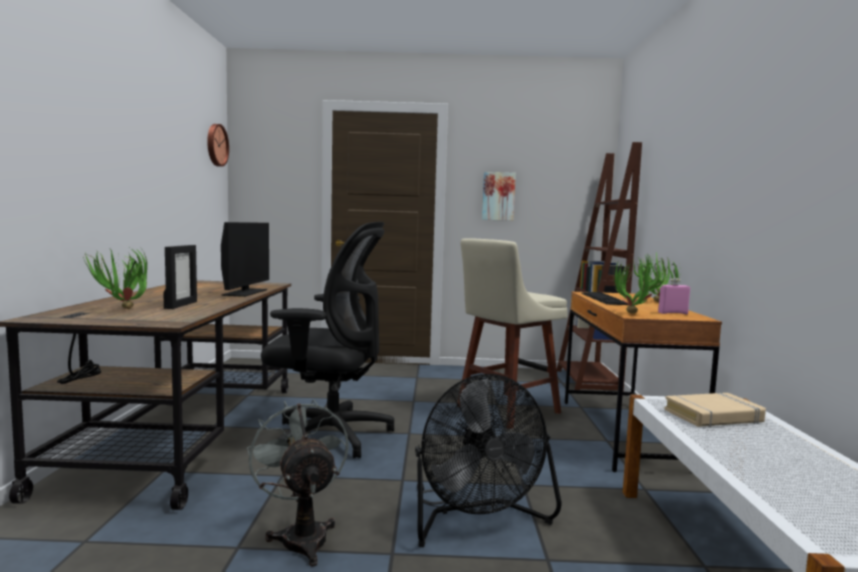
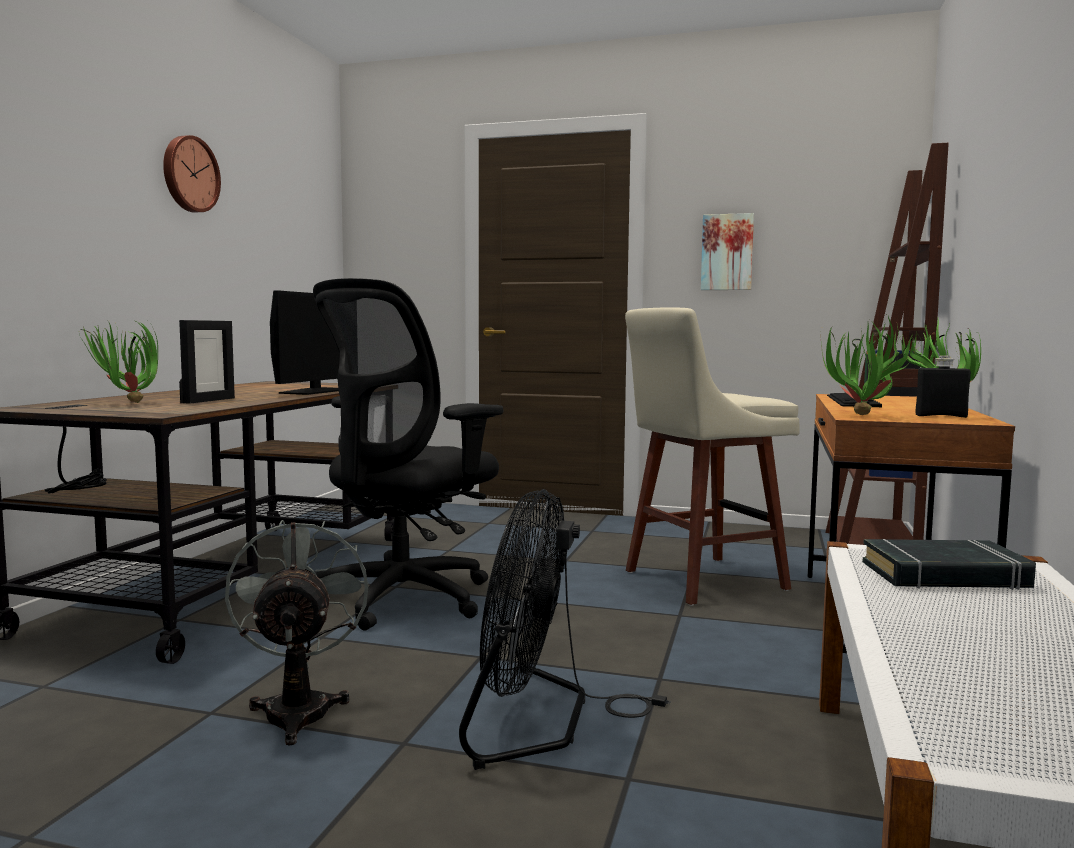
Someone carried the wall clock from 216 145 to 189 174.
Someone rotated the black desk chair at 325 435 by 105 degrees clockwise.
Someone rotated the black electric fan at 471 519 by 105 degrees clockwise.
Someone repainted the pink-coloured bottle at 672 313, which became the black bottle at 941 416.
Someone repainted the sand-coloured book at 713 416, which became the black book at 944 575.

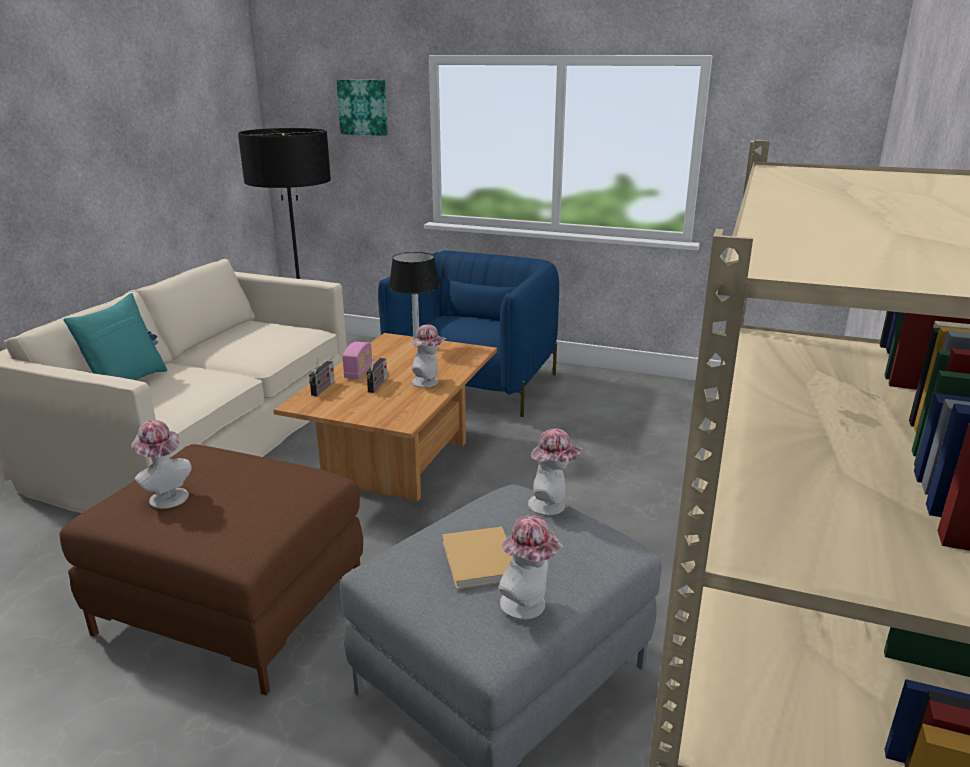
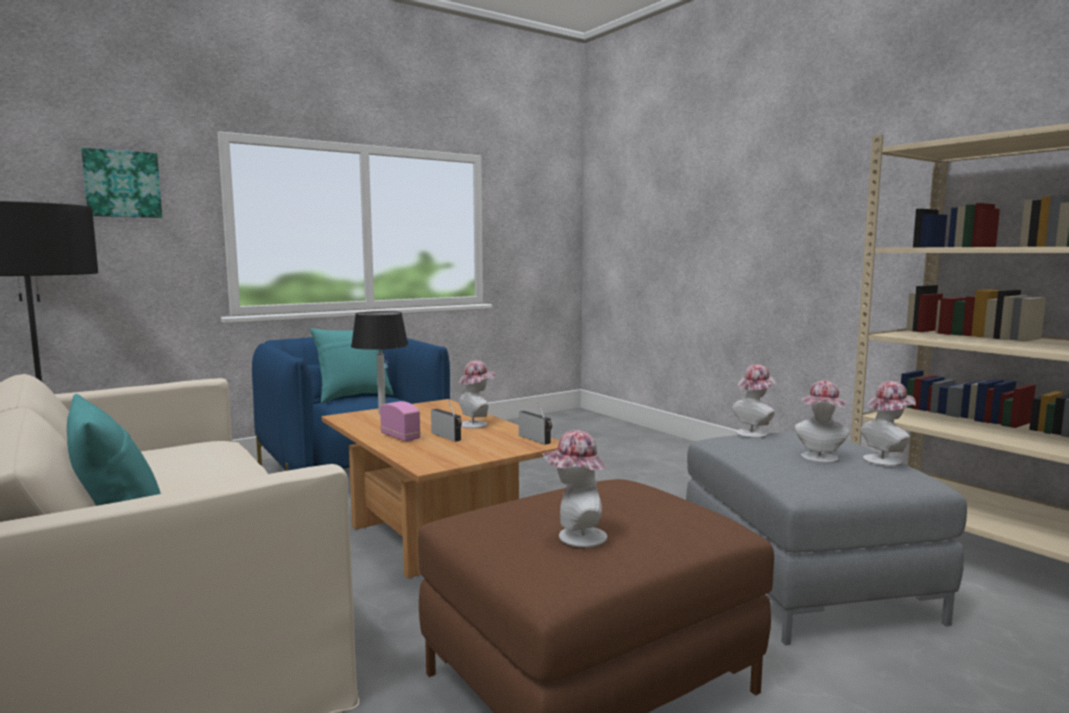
Someone carried the radio receiver from 322 389 to 536 439.
Someone swapped the sand-coloured book at 480 561 for the hat at 820 459.
Someone put down the turquoise-coloured cushion at 354 397.

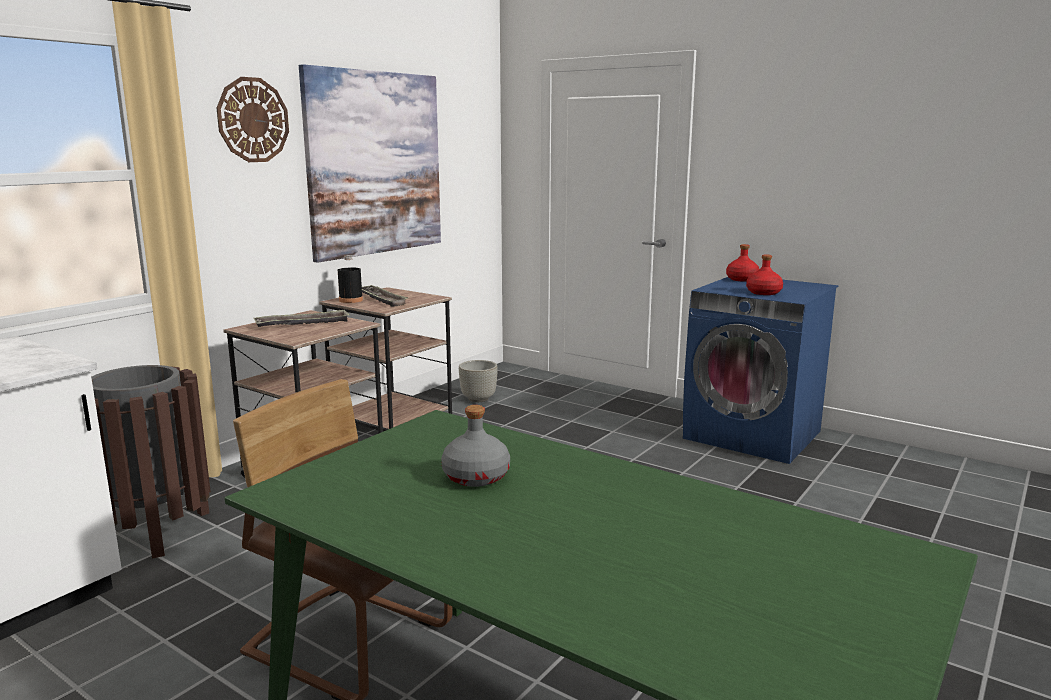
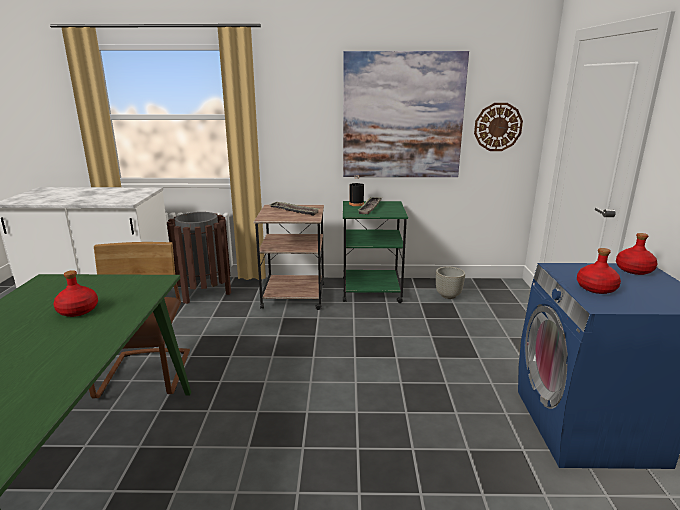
Someone carried the wall clock from 253 120 to 498 127.
Someone repainted the brown-coloured cart at 393 425, which became the greenish cart at 372 290.
Someone repainted the gray bottle at 477 477, which became the red-coloured bottle at 78 311.

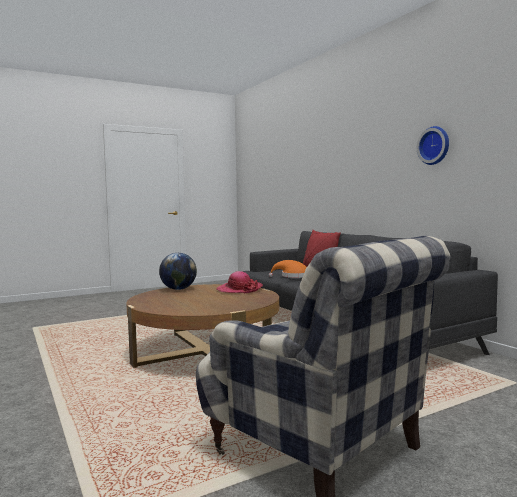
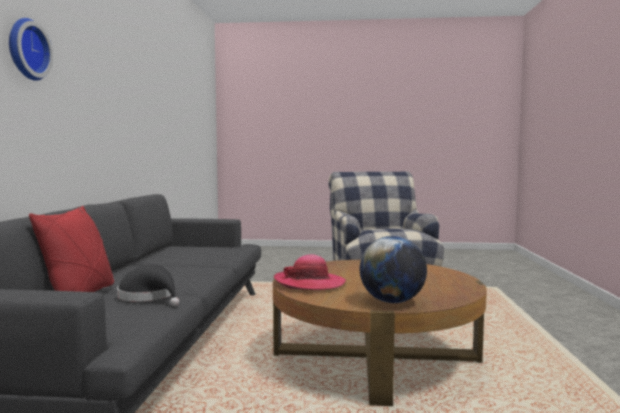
Someone repainted the orange hat at 292 276, which became the black hat at 149 297.
Someone carried the wall clock from 435 145 to 26 49.

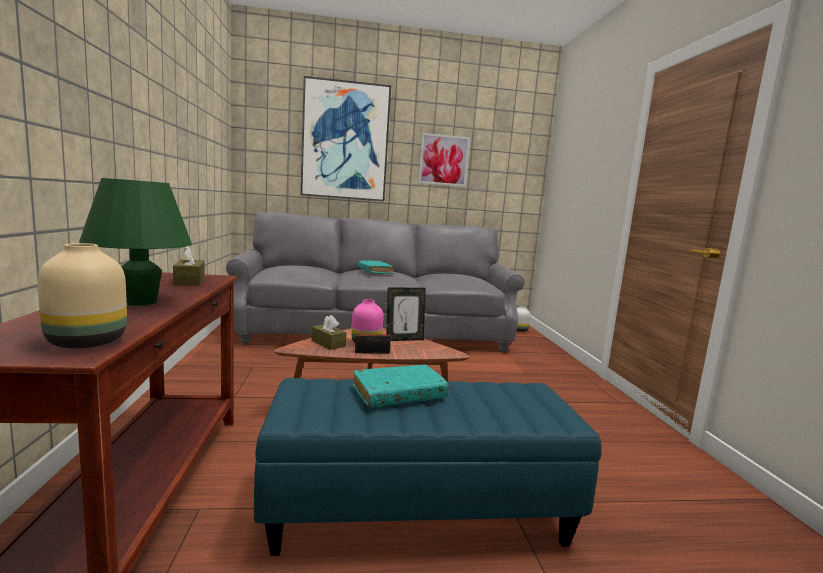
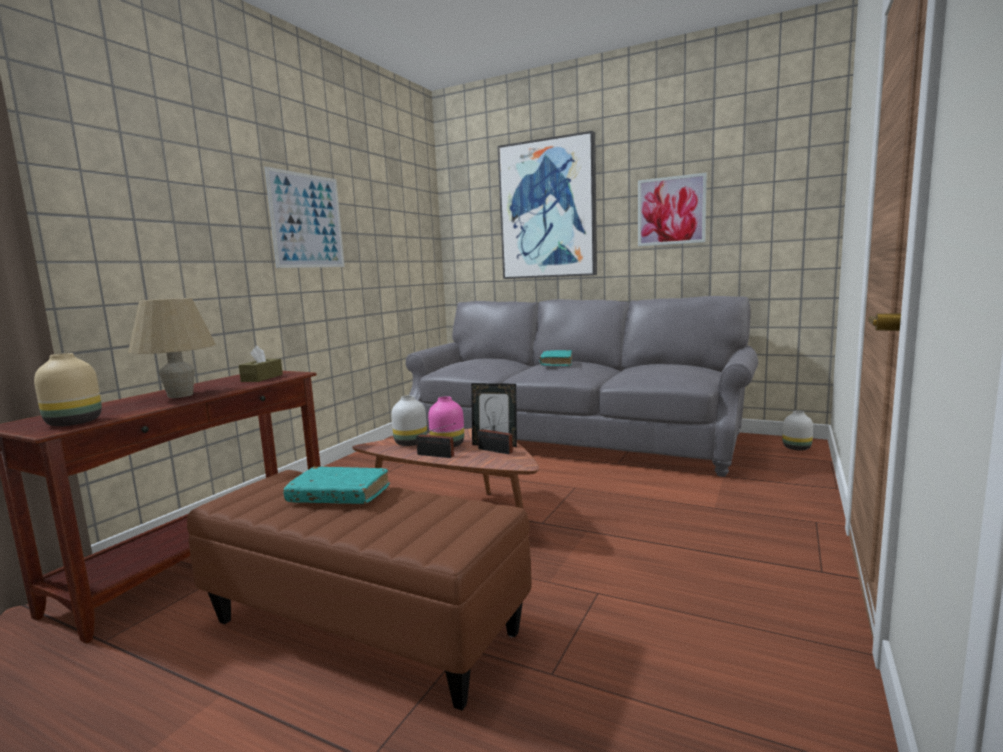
Someone repainted the greenish tabletop lamp at 140 302, which became the sand-coloured tabletop lamp at 180 395.
Someone repainted the blue footrest at 418 512, which became the brown-coloured footrest at 365 627.
Someone swapped the brown-coloured tissue box at 328 343 for the white decorative vase at 410 443.
Someone put up the picture at 307 221.
Someone put down the radio receiver at 497 451.

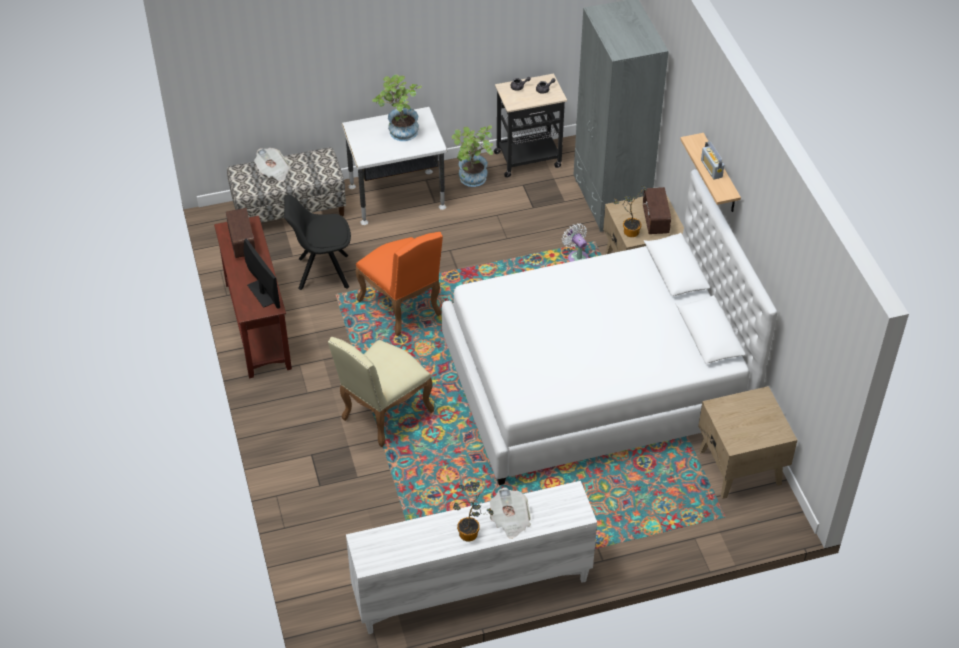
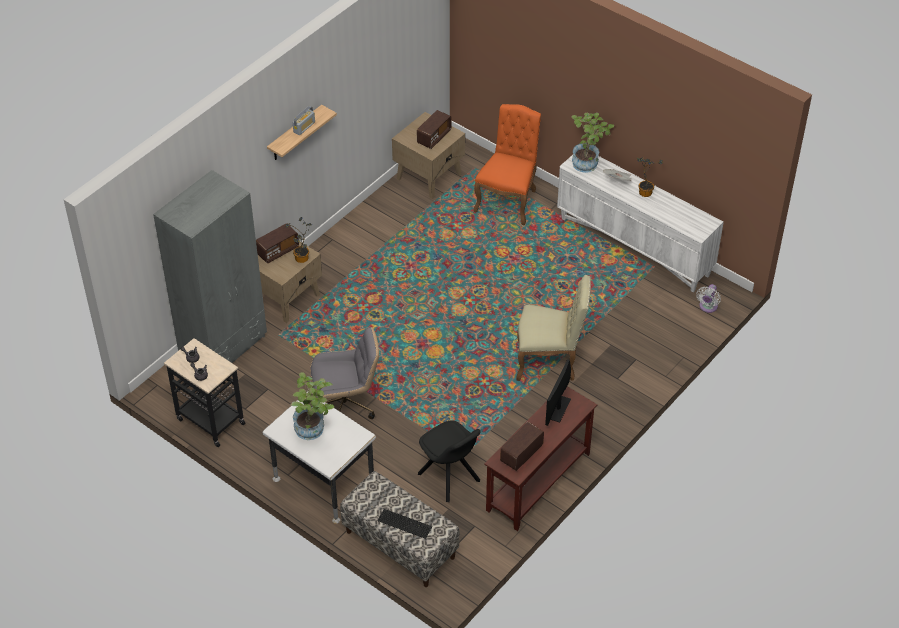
Someone swapped the printed paper at 273 171 for the computer keyboard at 404 522.
Someone carried the orange plain chair from 403 307 to 508 201.
Someone took away the white bedroom bed at 595 382.
Someone carried the houseplant from 472 180 to 588 162.
Someone carried the white electric fan from 576 256 to 707 307.
Someone put down the gray desk chair at 347 408.
Someone put down the radio receiver at 434 137.

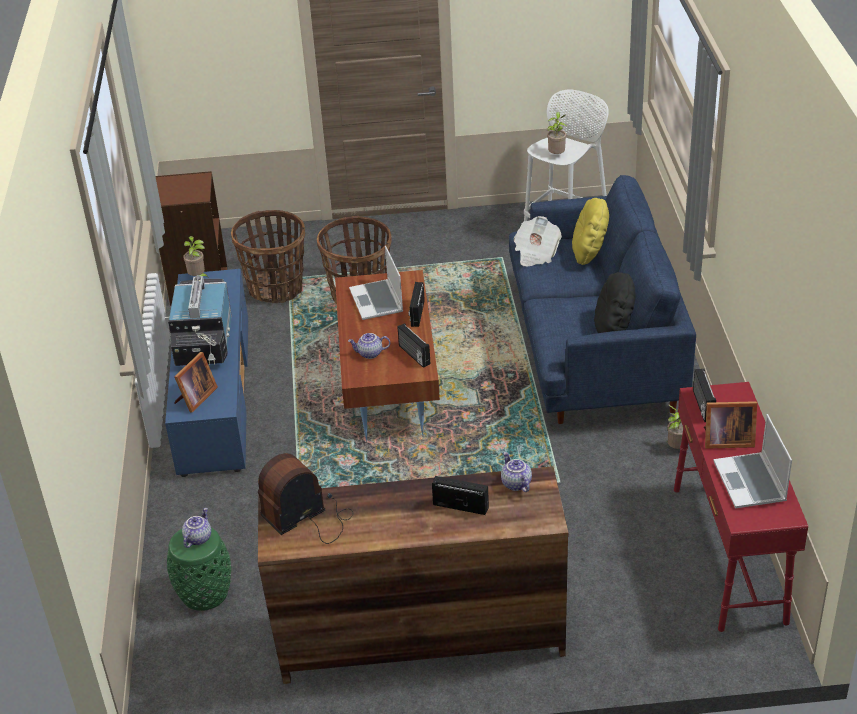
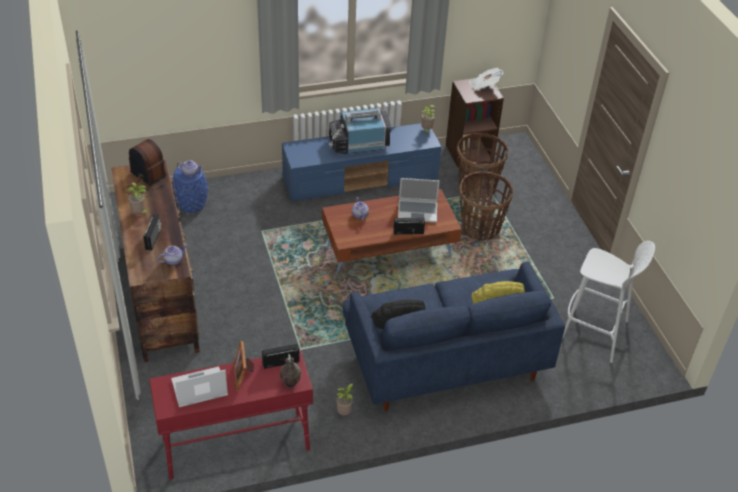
Someone repainted the greenish stool at 204 593, which became the blue stool at 191 204.
Someone took away the photo frame at 195 398.
Someone rotated the notebook computer at 377 301 by 150 degrees counterclockwise.
Someone took away the radio receiver at 413 355.
Someone carried the printed paper from 536 253 to 484 86.
Someone carried the houseplant from 557 155 to 139 213.
Someone put down the decorative vase at 290 384.

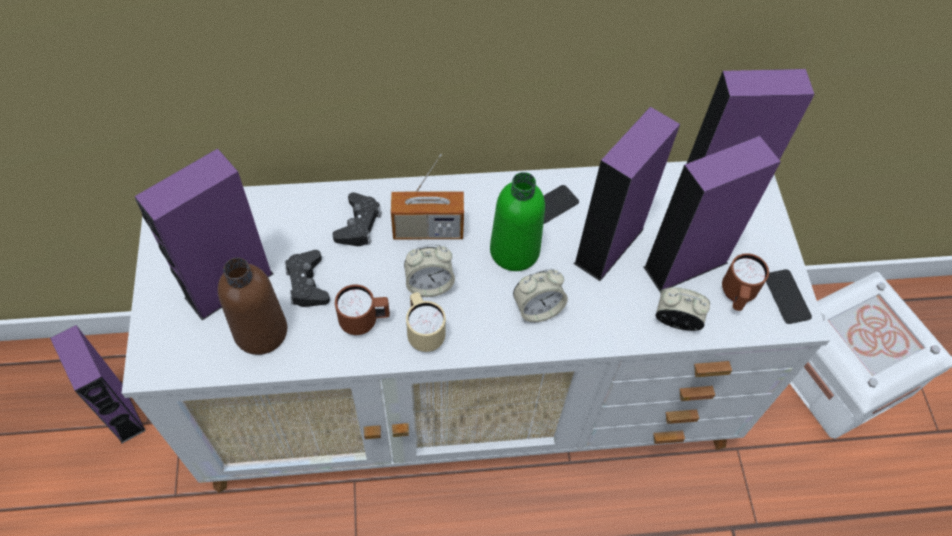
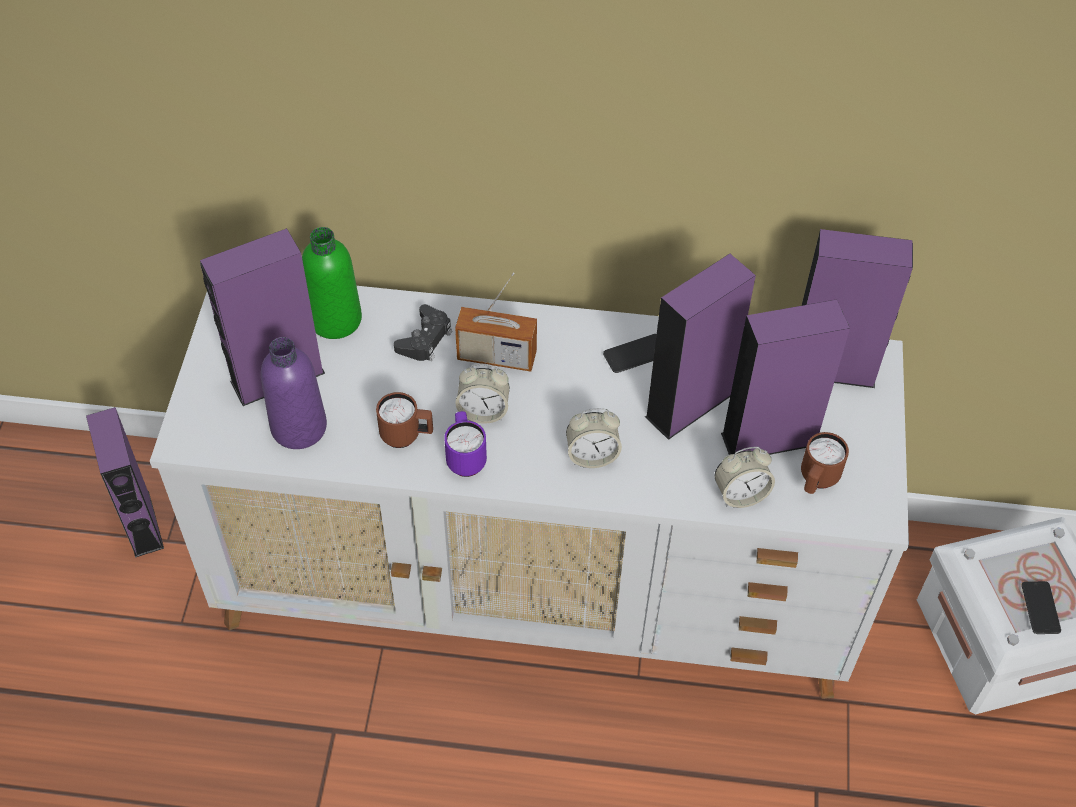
Someone repainted the brown-coloured bottle at 261 331, which became the purplish bottle at 299 427.
Someone took away the black game controller at 307 283.
Someone repainted the sand-coloured mug at 424 332, which became the purplish mug at 465 458.
Someone carried the greenish bottle from 514 251 to 335 319.
Someone rotated the alarm clock at 676 321 by 135 degrees clockwise.
Someone carried the handset from 786 297 to 1040 608.

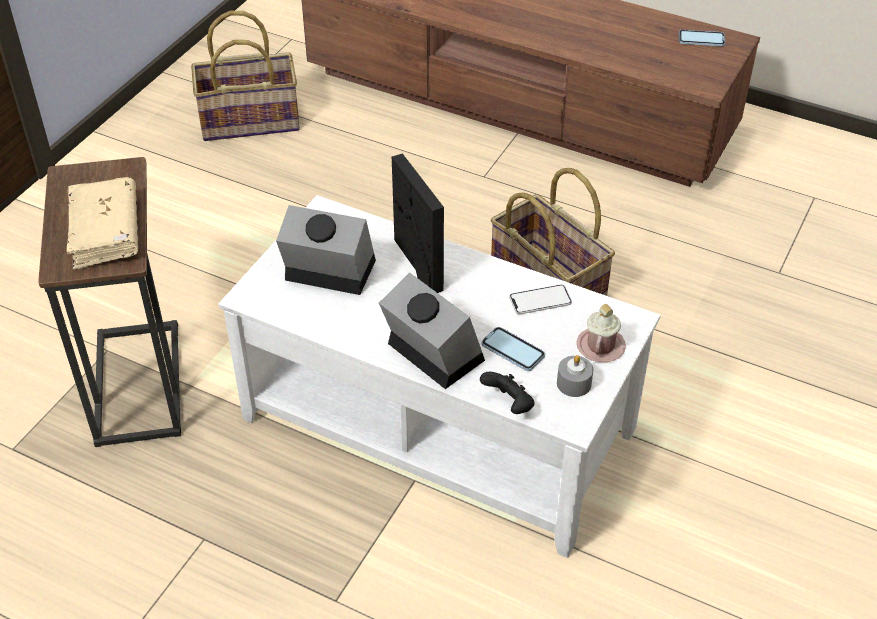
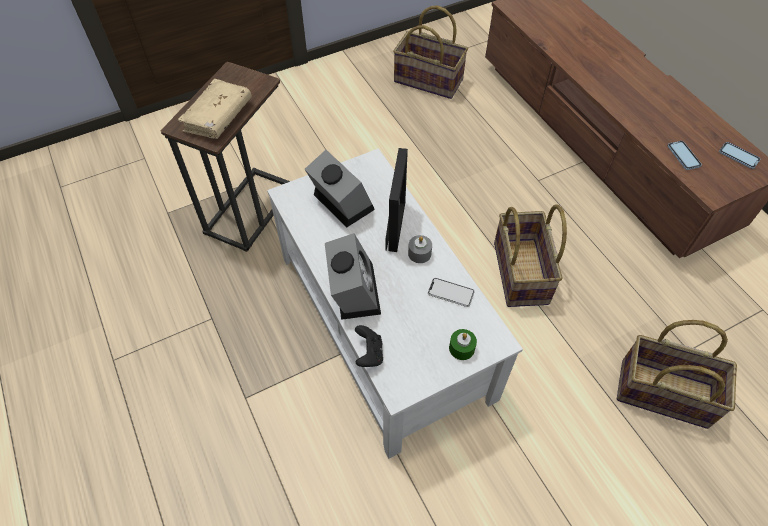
Someone carried the handset from 513 350 to 683 156.
Someone carried the gray candle from 574 383 to 419 253.
Someone swapped the pink-coloured mug at 600 346 for the greenish candle at 461 348.
Someone put down the household basket at 664 392.

